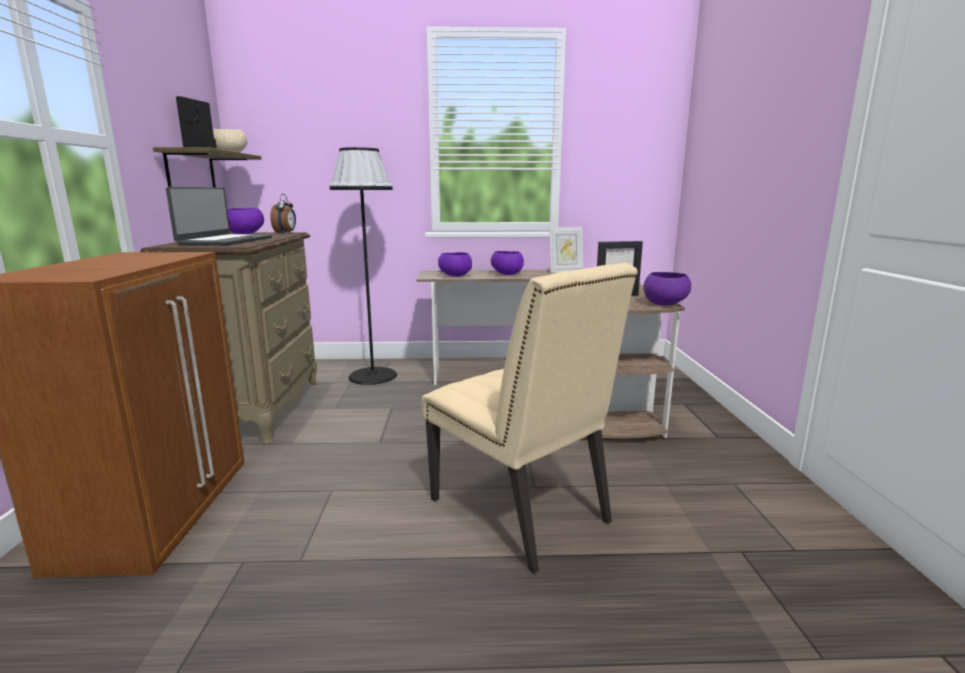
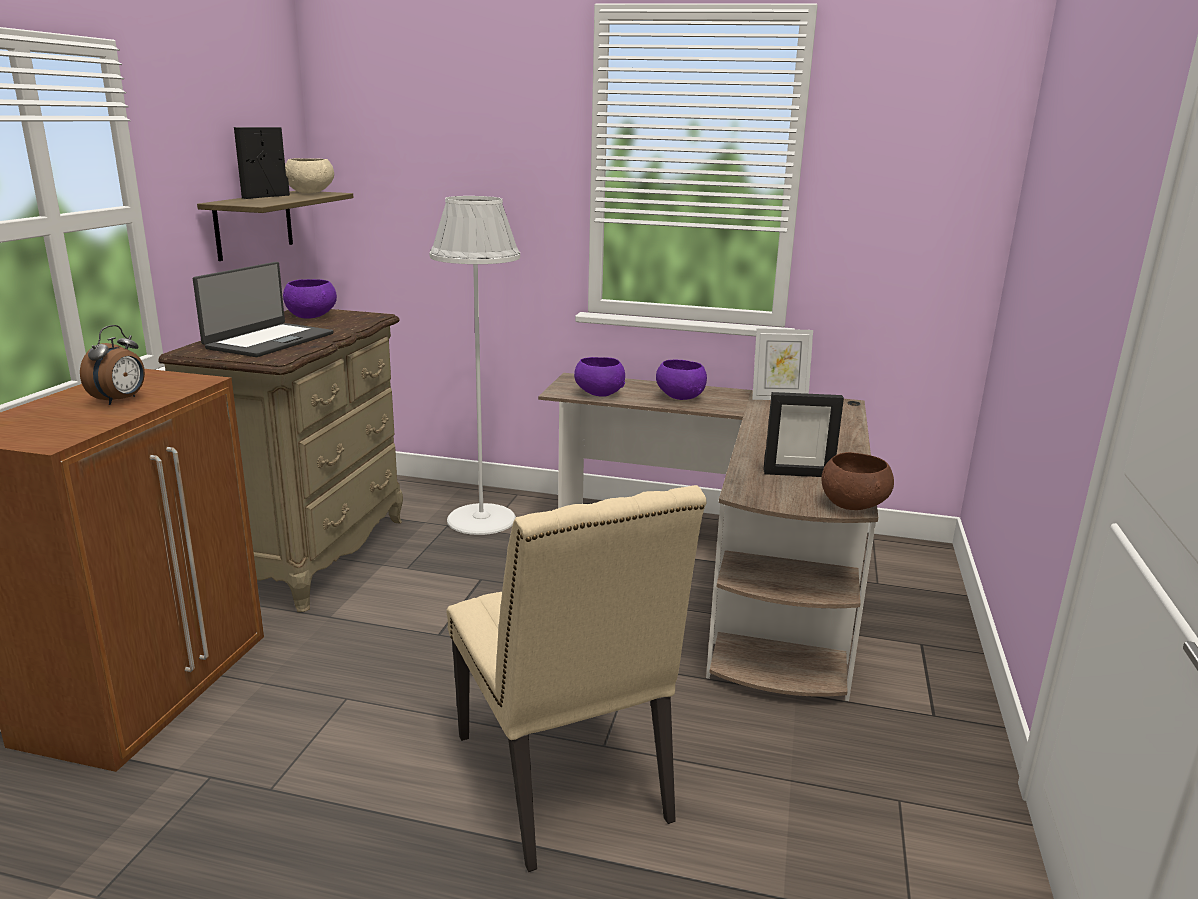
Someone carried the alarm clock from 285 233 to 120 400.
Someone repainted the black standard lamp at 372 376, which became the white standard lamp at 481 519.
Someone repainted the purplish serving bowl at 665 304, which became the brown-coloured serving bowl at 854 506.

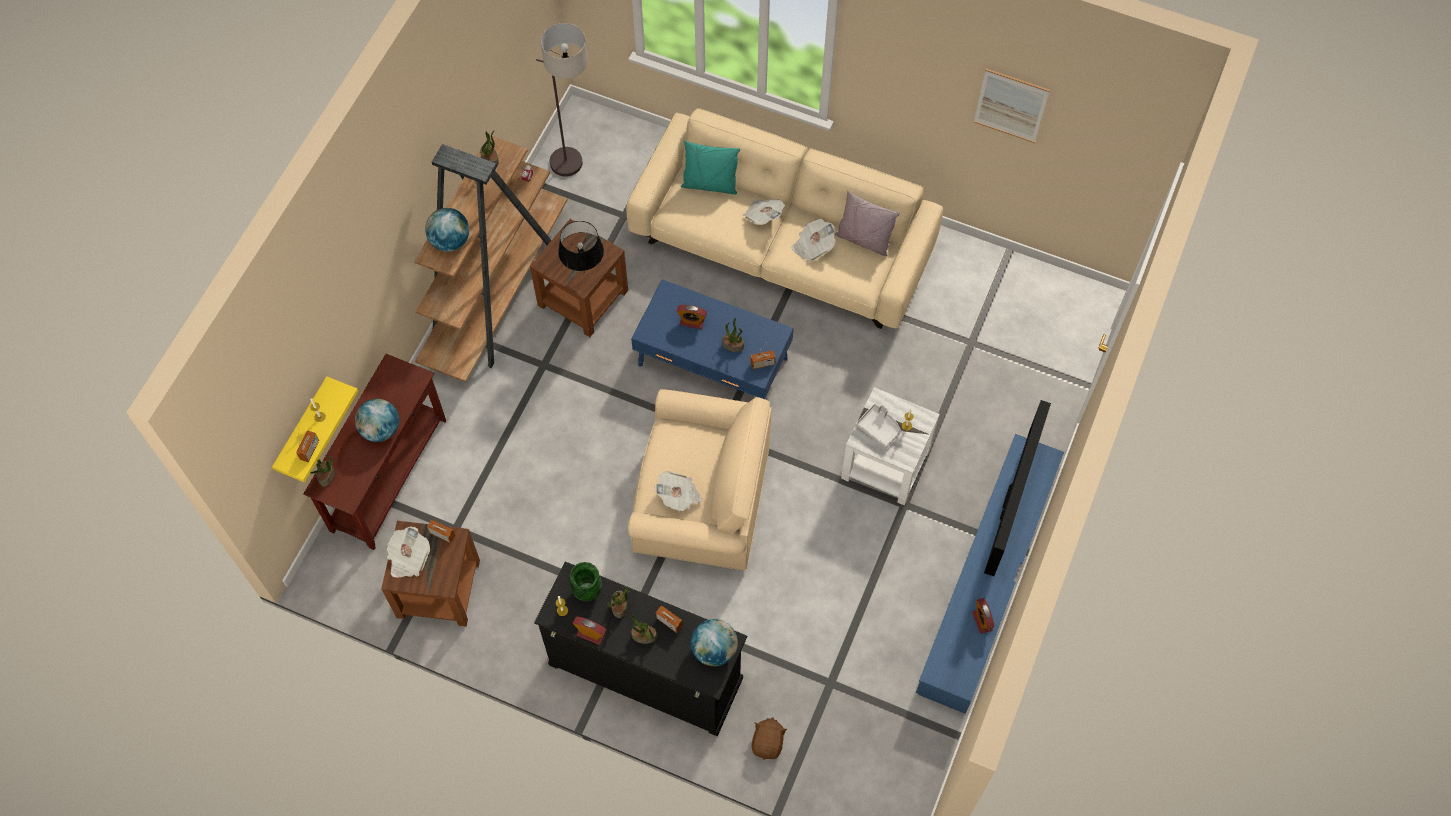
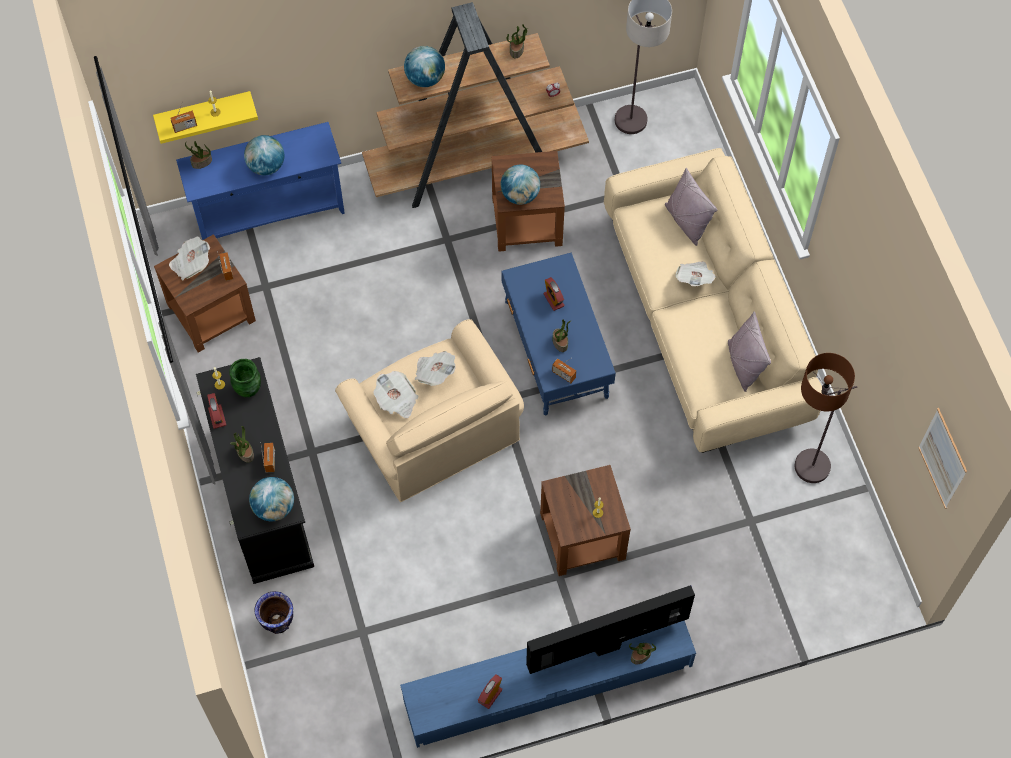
Someone repainted the brown-coloured console table at 388 474, which became the blue console table at 270 211.
Someone swapped the black tabletop lamp at 584 272 for the desk globe at 520 195.
Someone carried the houseplant from 619 606 to 641 656.
Someone repainted the turquoise-coloured cushion at 710 185, which became the purplish cushion at 686 222.
Someone swapped the brown-coloured soft toy at 768 742 for the decorative vase at 277 623.
Someone carried the printed paper from 813 246 to 434 372.
Someone repainted the white accent table at 884 464, which became the brown-coloured accent table at 581 535.
Someone took away the gray tray at 879 428.
Someone carried the picture from 1011 105 to 942 458.
Someone put down the brown-coloured standard lamp at 801 469.

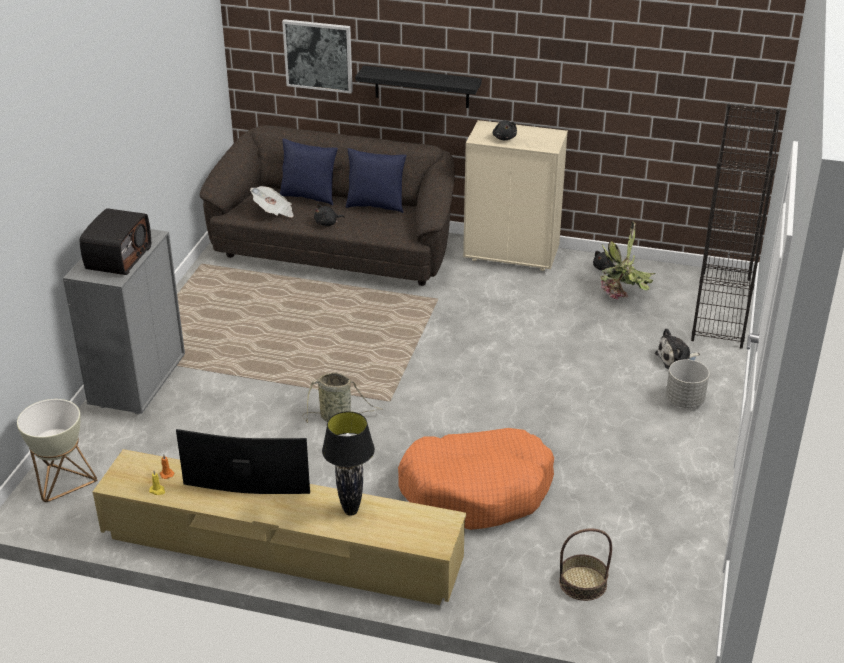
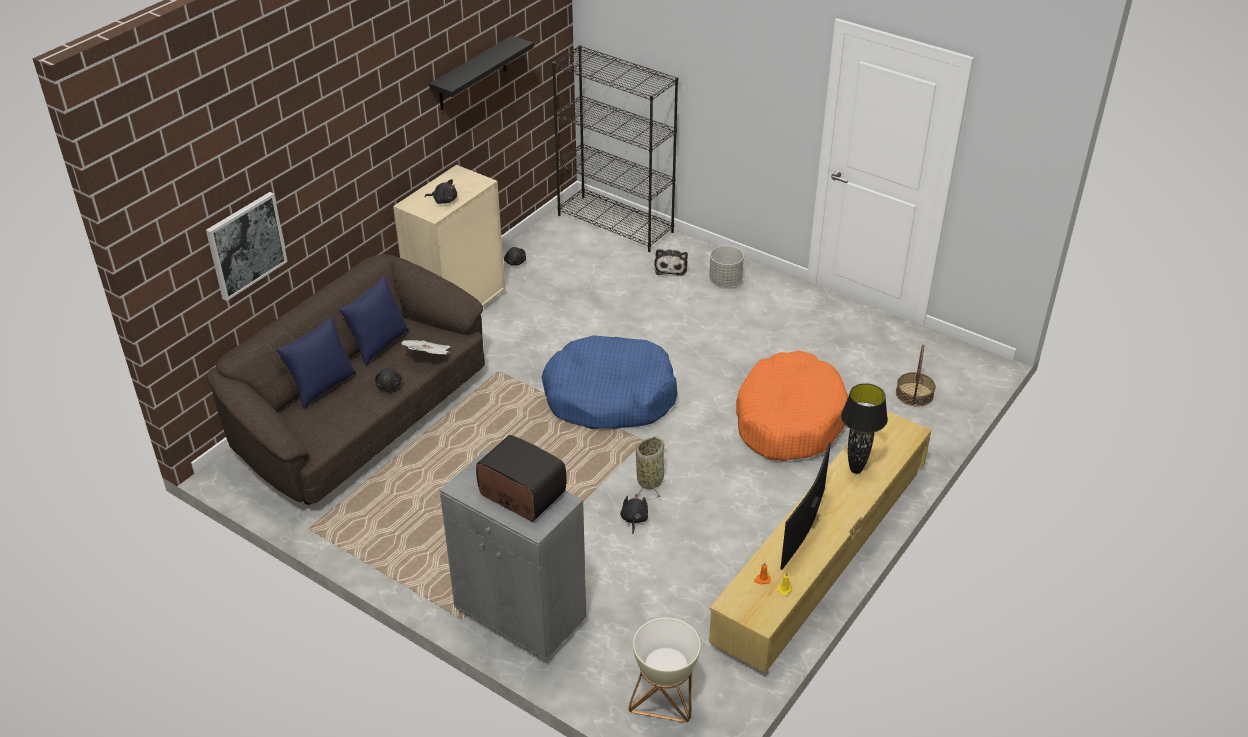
Someone carried the printed paper from 274 212 to 429 356.
Someone carried the black wall shelf from 422 87 to 472 74.
Someone took away the houseplant at 625 295.
Someone put down the blue dog cushion at 609 396.
Someone put down the black soft toy at 634 519.

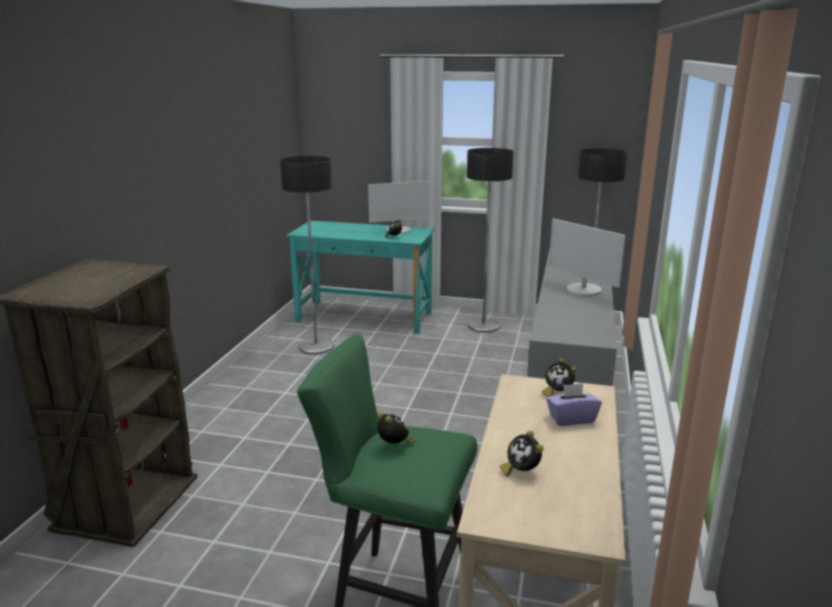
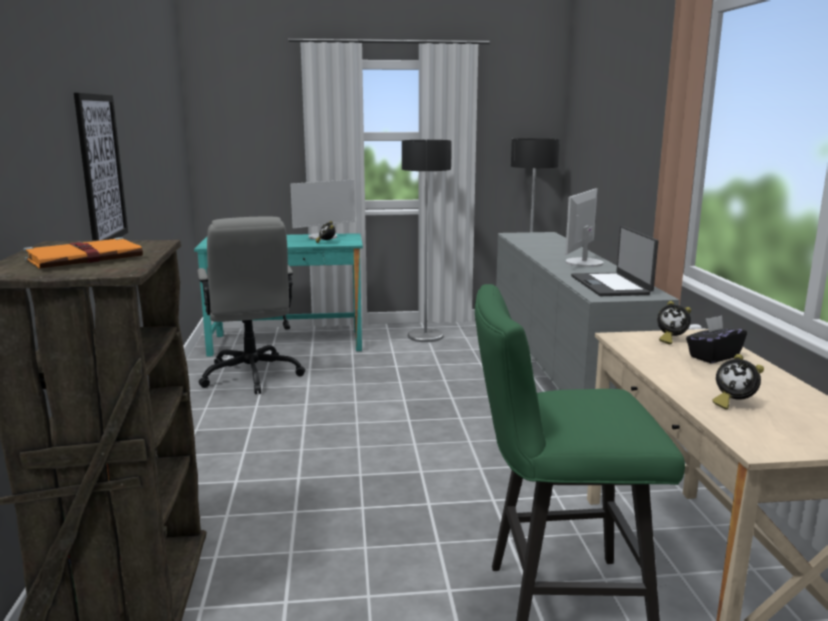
Someone swapped the standard lamp at 315 347 for the gray desk chair at 252 378.
Someone took away the alarm clock at 395 446.
Someone repainted the purplish tissue box at 571 418, which became the black tissue box at 713 356.
Someone rotated the computer display at 583 290 by 90 degrees clockwise.
Someone put down the orange book at 86 258.
Someone put up the picture at 101 169.
Someone put down the notebook computer at 611 285.

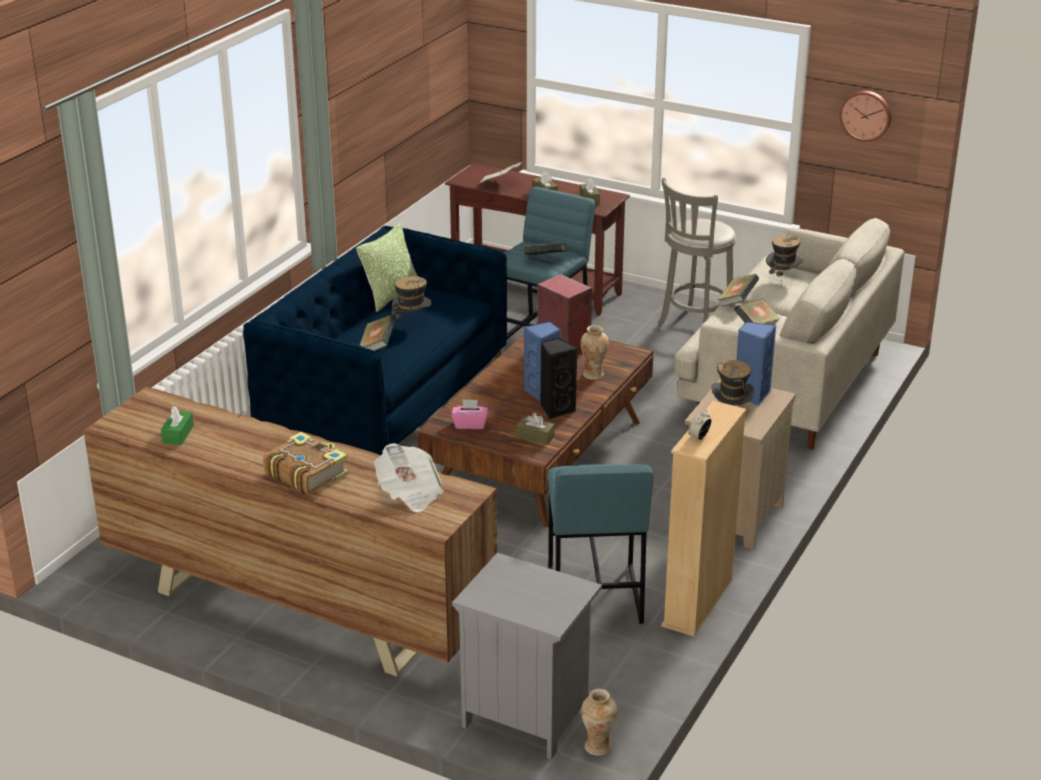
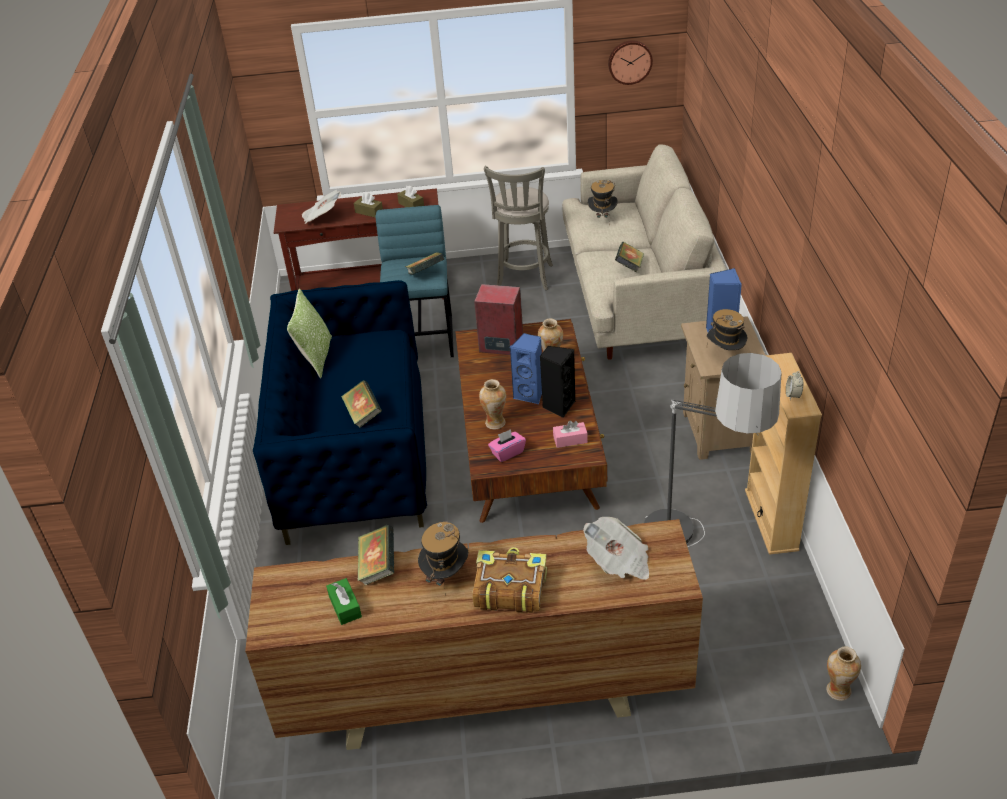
Someone carried the hat from 412 322 to 446 576.
Someone took away the gray nightstand at 525 715.
Someone repainted the brown-coloured tissue box at 535 437, which became the pink-coloured tissue box at 570 440.
Someone swapped the blue stool at 595 597 for the standard lamp at 698 554.
Someone carried the book from 737 302 to 378 566.
Someone put down the decorative vase at 495 423.

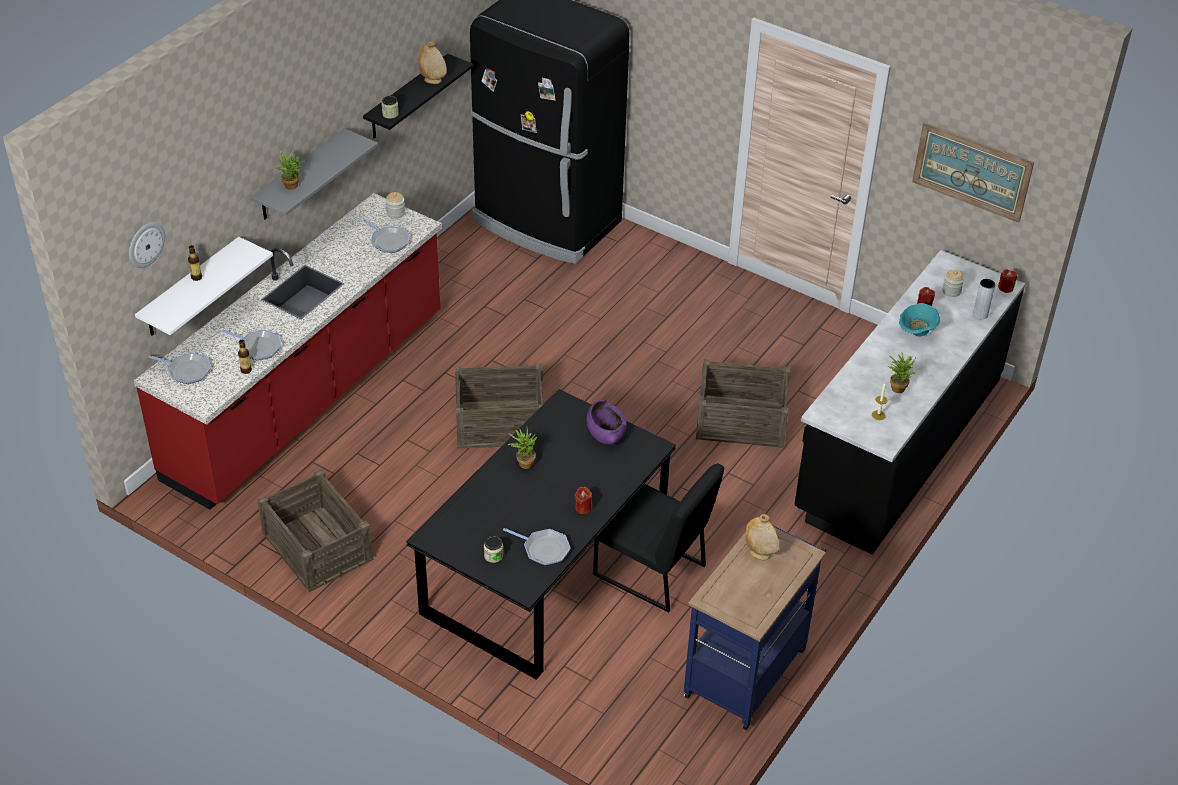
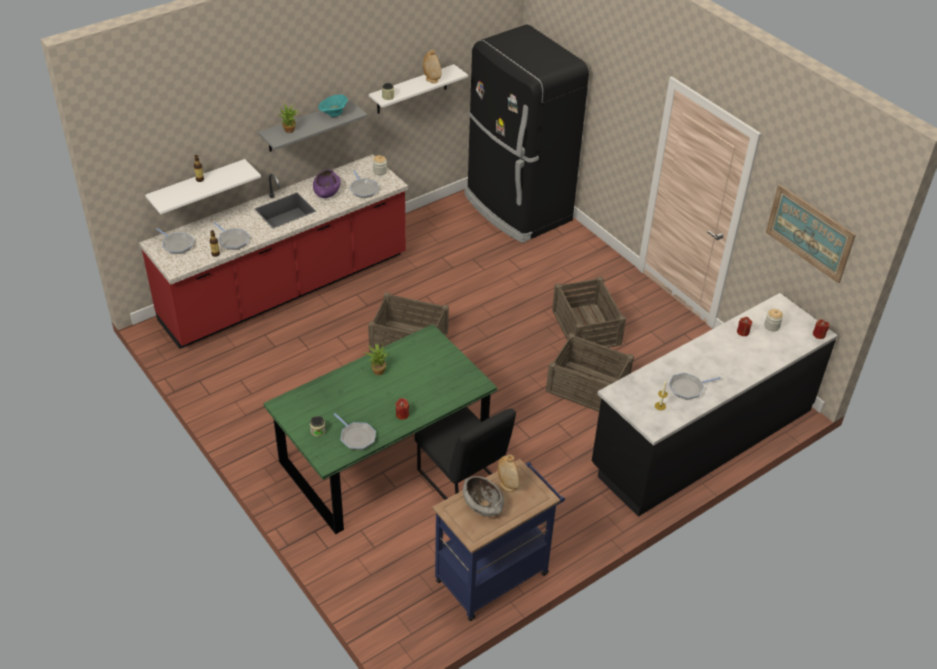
Someone took away the wall clock at 145 244.
Someone carried the packing crate from 317 547 to 586 327.
Someone repainted the black wall shelf at 407 98, which became the white wall shelf at 412 89.
Someone repainted the black dinner table at 543 570, which became the greenish dinner table at 383 456.
Someone carried the purplish serving bowl from 605 431 to 327 191.
Someone swapped the houseplant at 898 386 for the frying pan at 688 388.
Someone carried the turquoise-coloured serving bowl from 916 331 to 333 114.
Someone took away the gray decorative vase at 980 314.
Someone put down the gray serving bowl at 483 504.

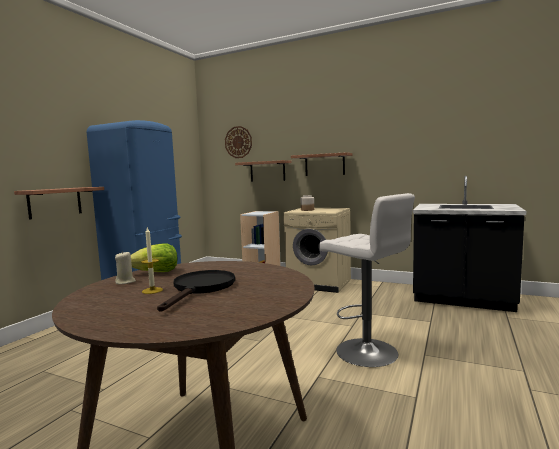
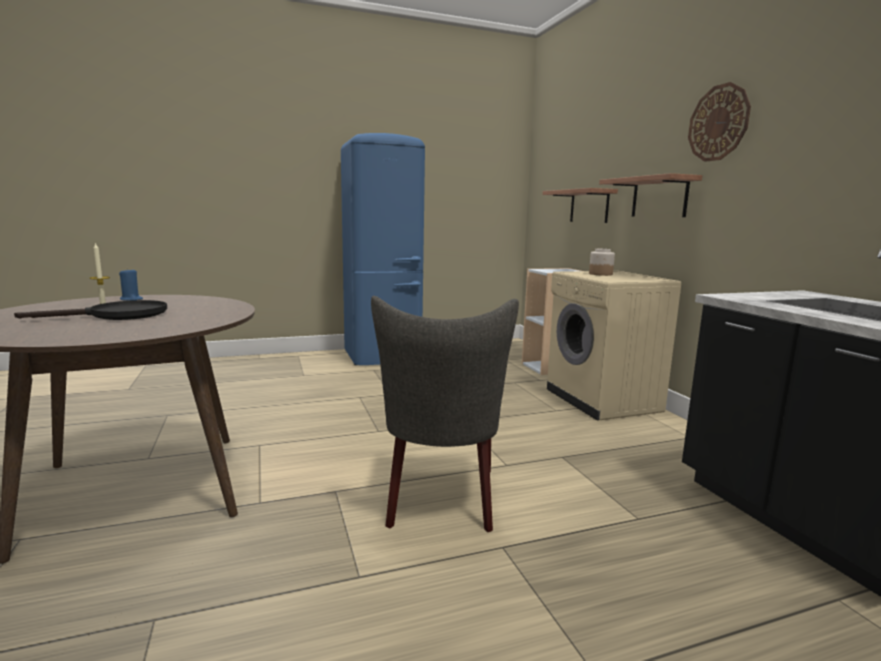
Someone took away the wall shelf at 55 202.
Someone repainted the sand-coloured candle at 125 282, which became the blue candle at 131 299.
Someone took away the lettuce head at 157 273.
Someone carried the wall clock from 238 142 to 718 123.
Someone swapped the white stool at 367 352 for the gray plain chair at 441 500.

